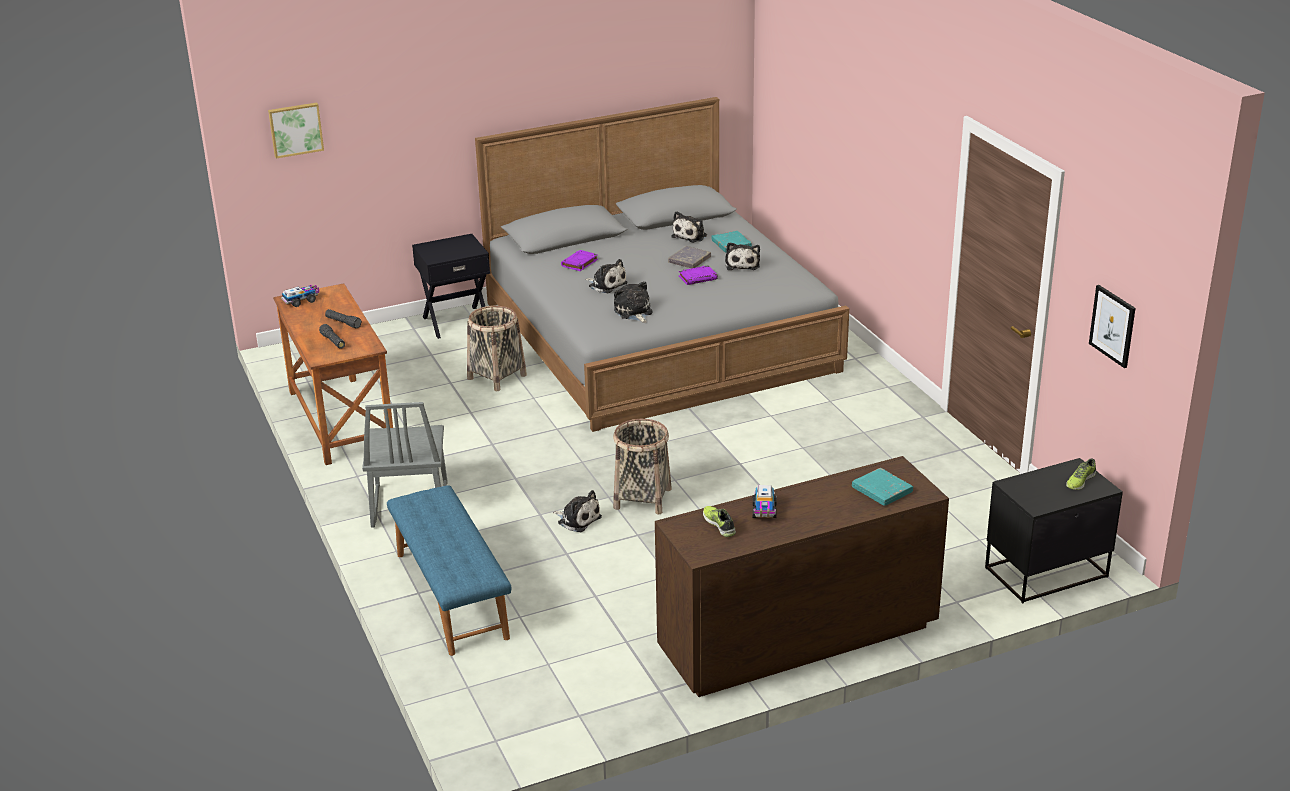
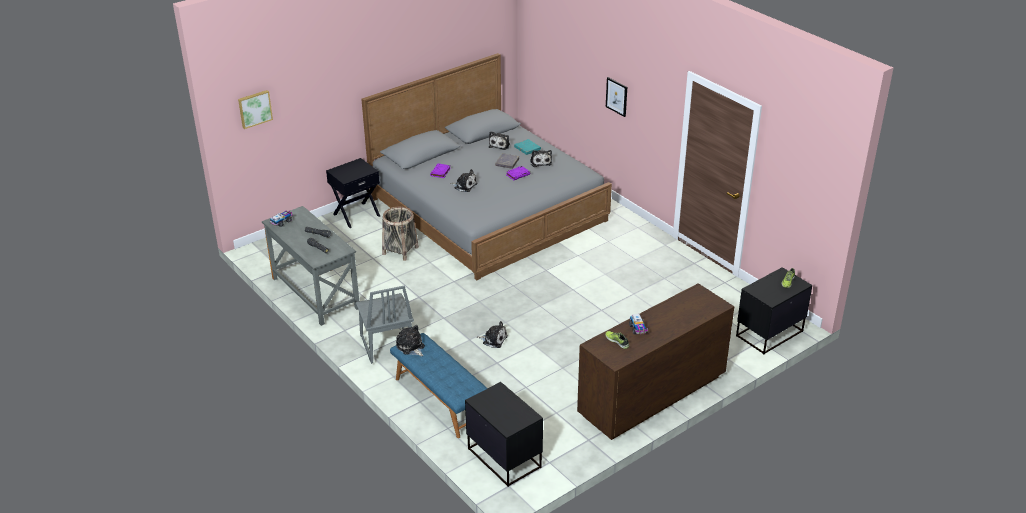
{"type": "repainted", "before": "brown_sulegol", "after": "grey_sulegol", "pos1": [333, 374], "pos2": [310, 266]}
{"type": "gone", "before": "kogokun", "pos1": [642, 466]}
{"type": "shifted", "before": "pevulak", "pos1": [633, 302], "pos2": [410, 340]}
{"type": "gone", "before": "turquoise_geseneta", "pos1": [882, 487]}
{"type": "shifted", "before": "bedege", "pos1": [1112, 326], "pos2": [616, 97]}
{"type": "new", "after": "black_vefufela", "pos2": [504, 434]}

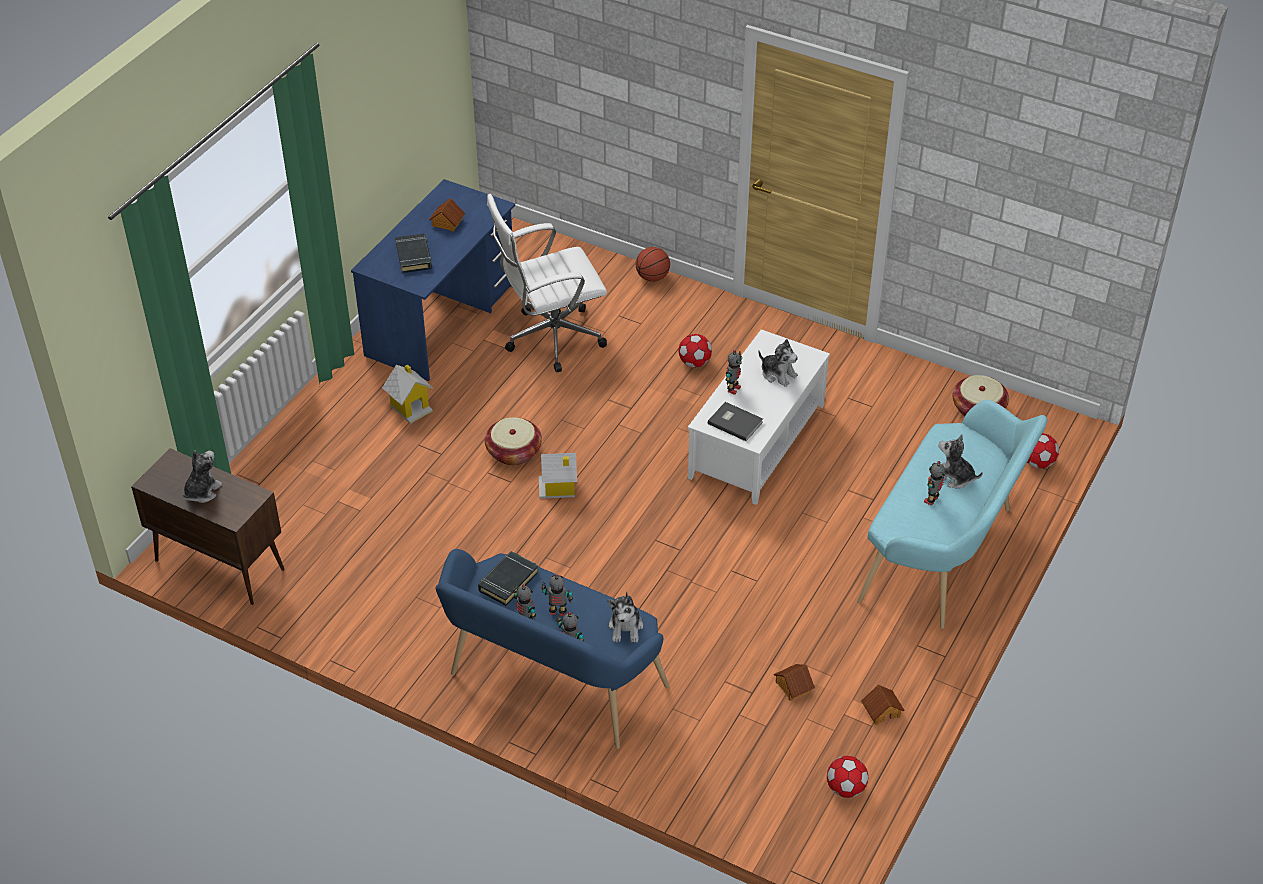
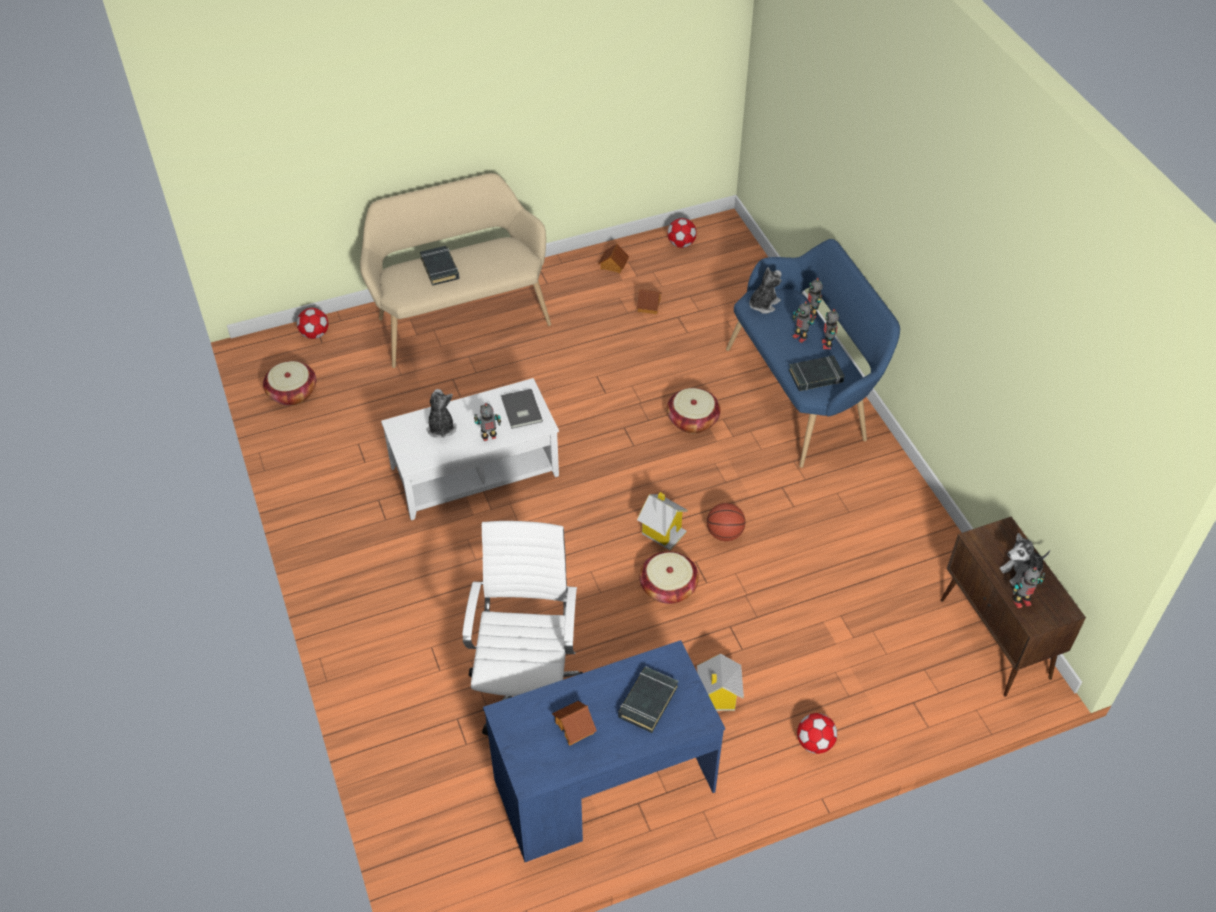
{"type": "rotated", "before": "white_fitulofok", "pos1": [547, 283], "pos2": [522, 628], "turn": -105}
{"type": "shifted", "before": "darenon", "pos1": [653, 264], "pos2": [726, 522]}
{"type": "shifted", "before": "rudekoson", "pos1": [695, 350], "pos2": [817, 733]}
{"type": "repainted", "before": "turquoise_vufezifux", "after": "beige_vufezifux", "pos1": [952, 514], "pos2": [455, 270]}
{"type": "shifted", "before": "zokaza", "pos1": [934, 483], "pos2": [1029, 588]}
{"type": "swapped", "before": "pevulak", "after": "black_geseneta", "pos1": [961, 461], "pos2": [440, 266]}
{"type": "new", "after": "kogokun", "pos2": [693, 410]}

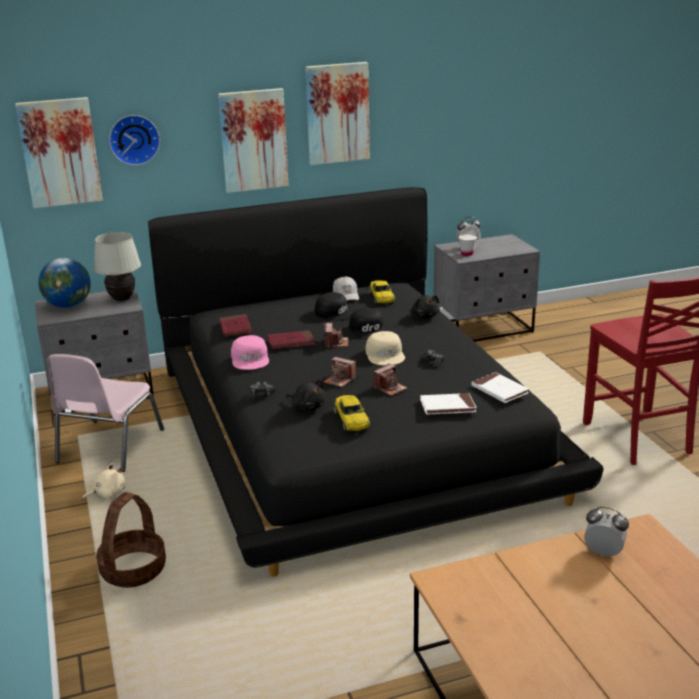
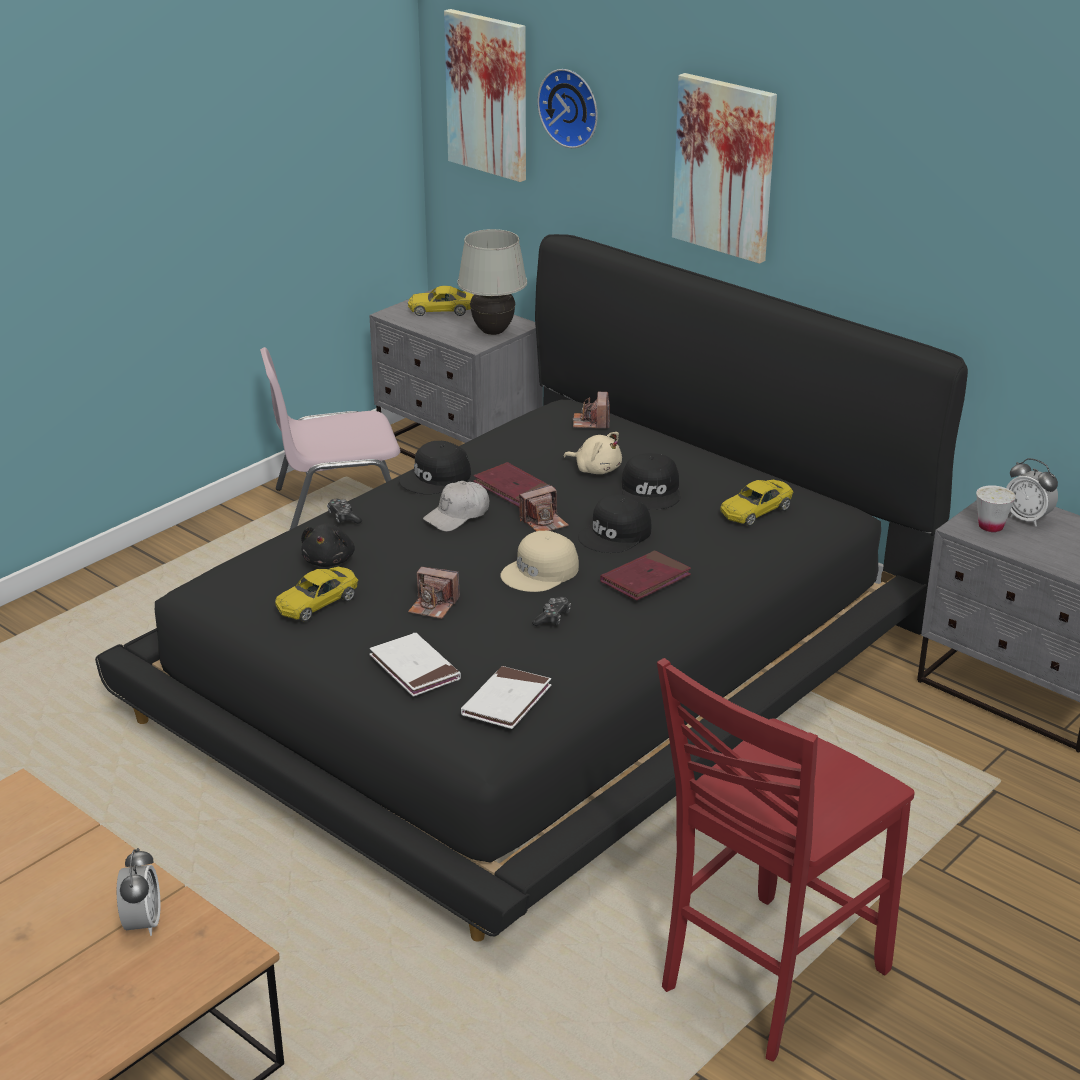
{"type": "swapped", "before": "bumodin", "after": "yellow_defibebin", "pos1": [64, 283], "pos2": [441, 301]}
{"type": "shifted", "before": "beige_pevulak", "pos1": [104, 481], "pos2": [592, 453]}
{"type": "gone", "before": "kogokun", "pos1": [131, 540]}
{"type": "shifted", "before": "red_geseneta", "pos1": [235, 325], "pos2": [645, 575]}
{"type": "repainted", "before": "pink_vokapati", "after": "black_vokapati", "pos1": [250, 352], "pos2": [435, 467]}
{"type": "gone", "before": "bedege", "pos1": [337, 113]}
{"type": "shifted", "before": "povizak", "pos1": [340, 372], "pos2": [591, 410]}
{"type": "shifted", "before": "white_vokapati", "pos1": [346, 288], "pos2": [456, 506]}
{"type": "gone", "before": "black_pevulak", "pos1": [425, 306]}

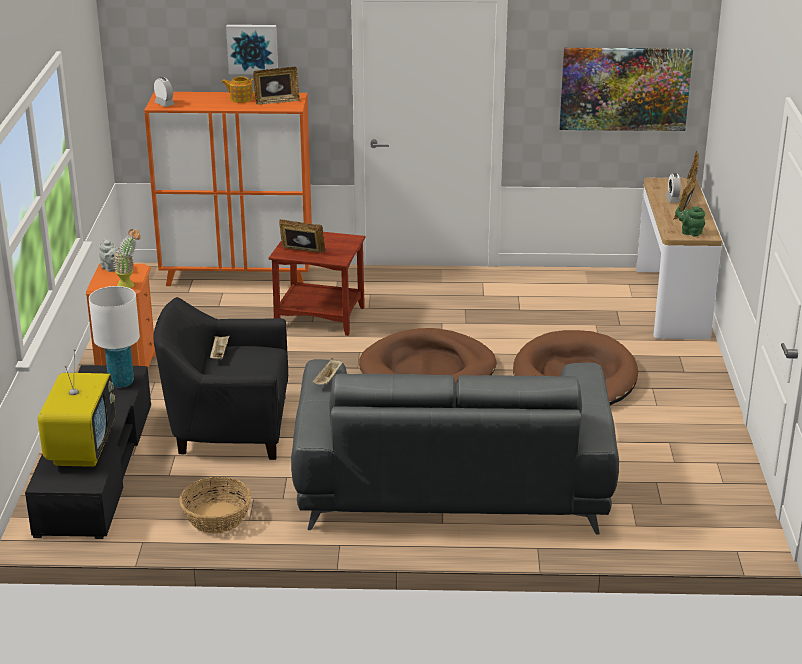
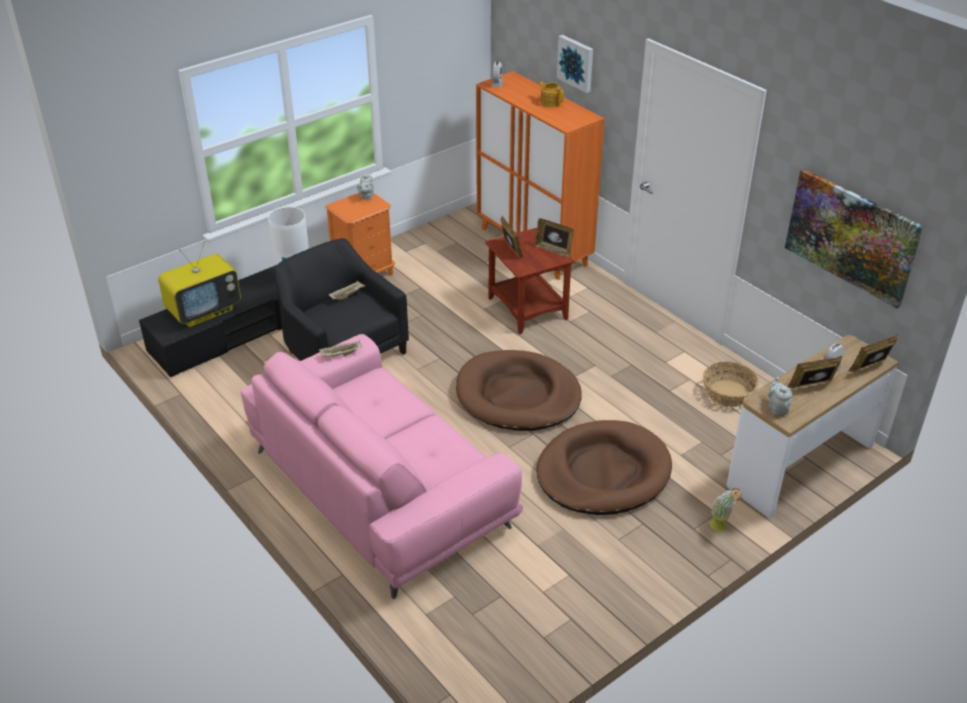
{"type": "shifted", "before": "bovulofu", "pos1": [127, 258], "pos2": [726, 509]}
{"type": "shifted", "before": "kogokun", "pos1": [215, 505], "pos2": [731, 384]}
{"type": "shifted", "before": "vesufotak", "pos1": [276, 86], "pos2": [554, 238]}
{"type": "repainted", "before": "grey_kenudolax", "after": "pink_kenudolax", "pos1": [455, 446], "pos2": [382, 466]}
{"type": "repainted", "before": "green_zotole", "after": "grey_zotole", "pos1": [690, 221], "pos2": [780, 396]}

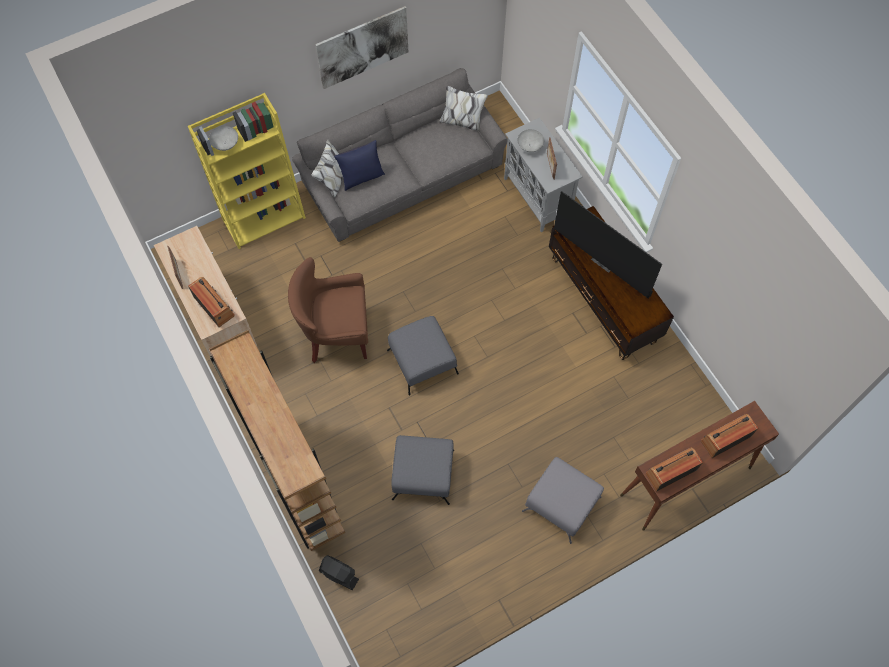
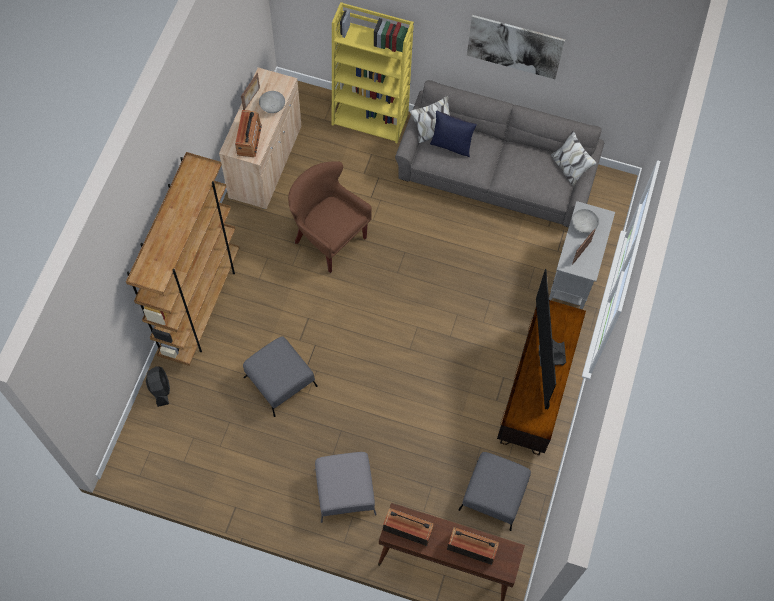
{"type": "shifted", "before": "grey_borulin", "pos1": [223, 138], "pos2": [272, 102]}
{"type": "shifted", "before": "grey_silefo", "pos1": [423, 356], "pos2": [494, 491]}

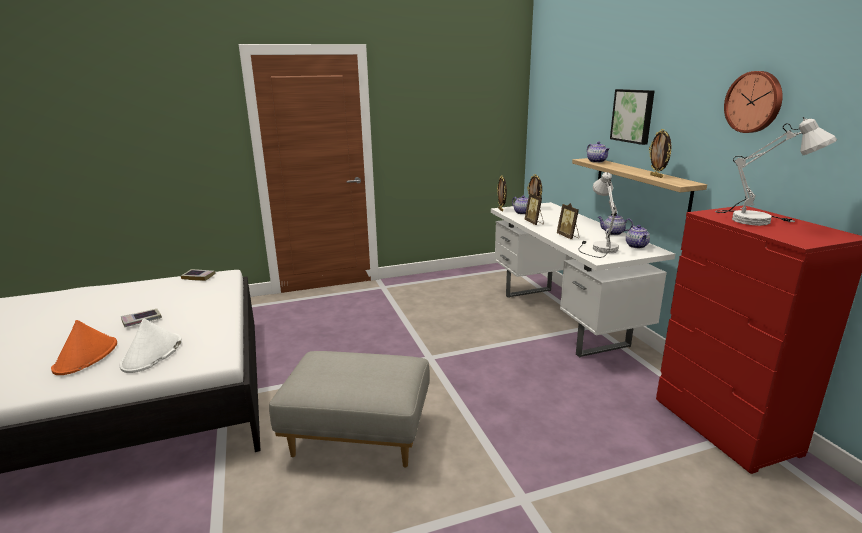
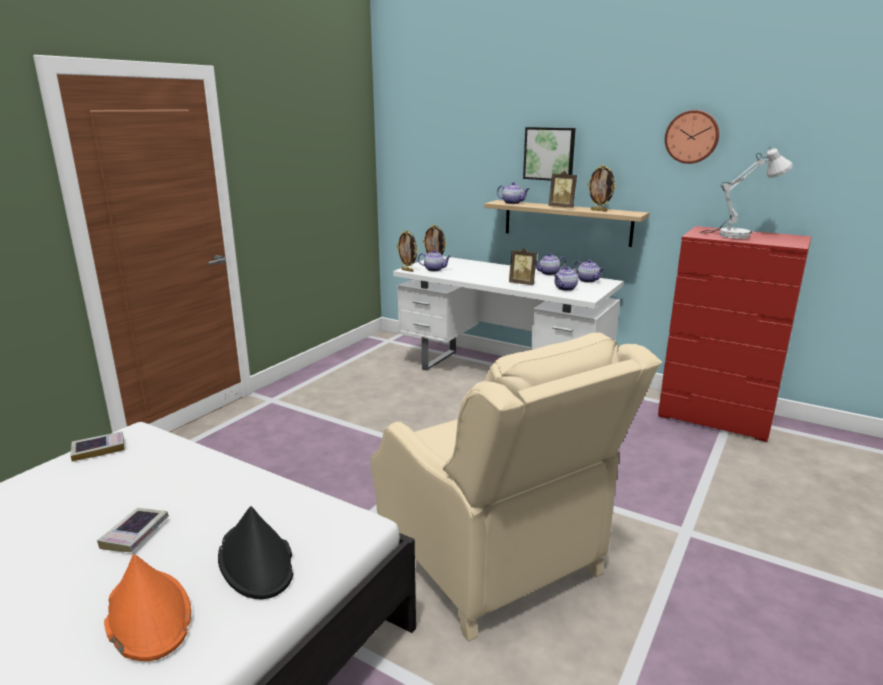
{"type": "repainted", "before": "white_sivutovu", "after": "black_sivutovu", "pos1": [150, 345], "pos2": [255, 552]}
{"type": "swapped", "before": "grey_silefo", "after": "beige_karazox", "pos1": [349, 409], "pos2": [516, 487]}
{"type": "shifted", "before": "vesufotak", "pos1": [534, 208], "pos2": [562, 189]}
{"type": "swapped", "before": "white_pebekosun", "after": "zotole", "pos1": [598, 215], "pos2": [566, 279]}

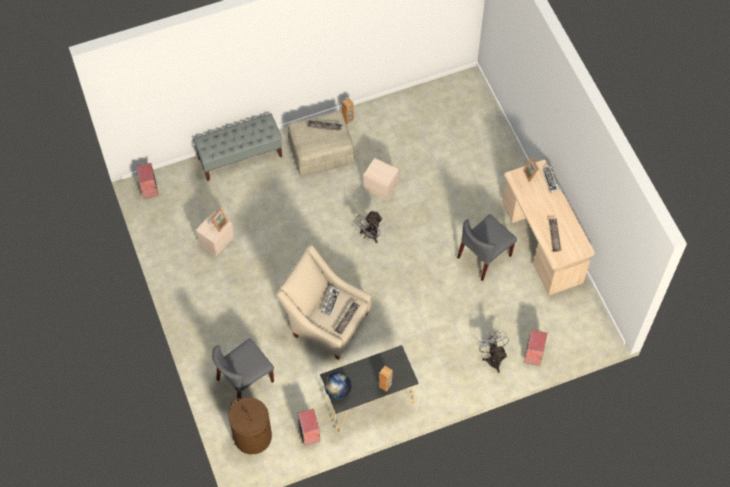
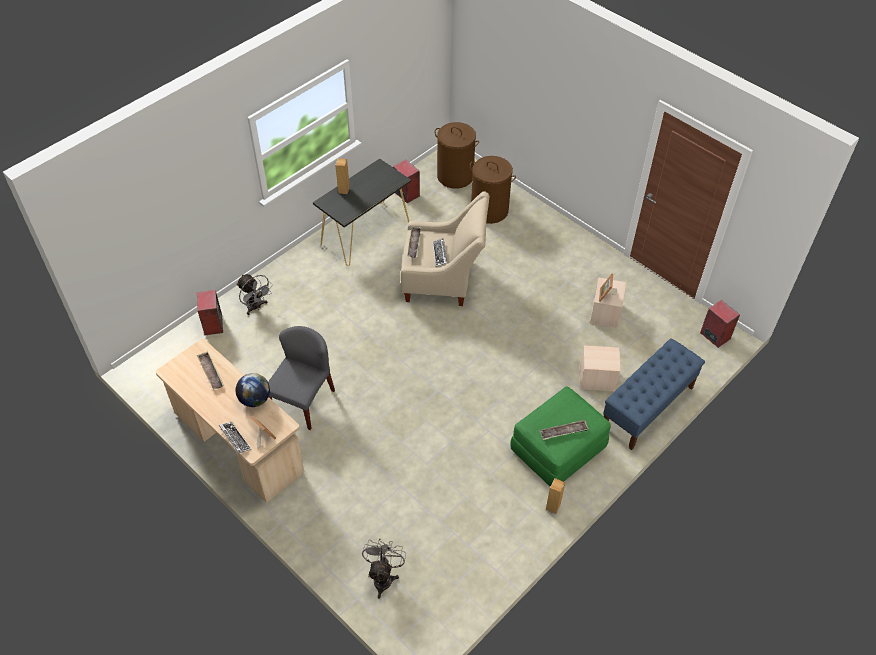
{"type": "repainted", "before": "grey_vufezifux", "after": "blue_vufezifux", "pos1": [237, 147], "pos2": [654, 394]}
{"type": "swapped", "before": "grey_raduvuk", "after": "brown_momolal", "pos1": [243, 369], "pos2": [493, 190]}
{"type": "repainted", "before": "beige_silefo", "after": "green_silefo", "pos1": [321, 144], "pos2": [560, 437]}
{"type": "shifted", "before": "bumodin", "pos1": [337, 386], "pos2": [252, 390]}
{"type": "shifted", "before": "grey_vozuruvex", "pos1": [367, 227], "pos2": [384, 568]}
{"type": "shifted", "before": "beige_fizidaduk", "pos1": [381, 179], "pos2": [600, 368]}

